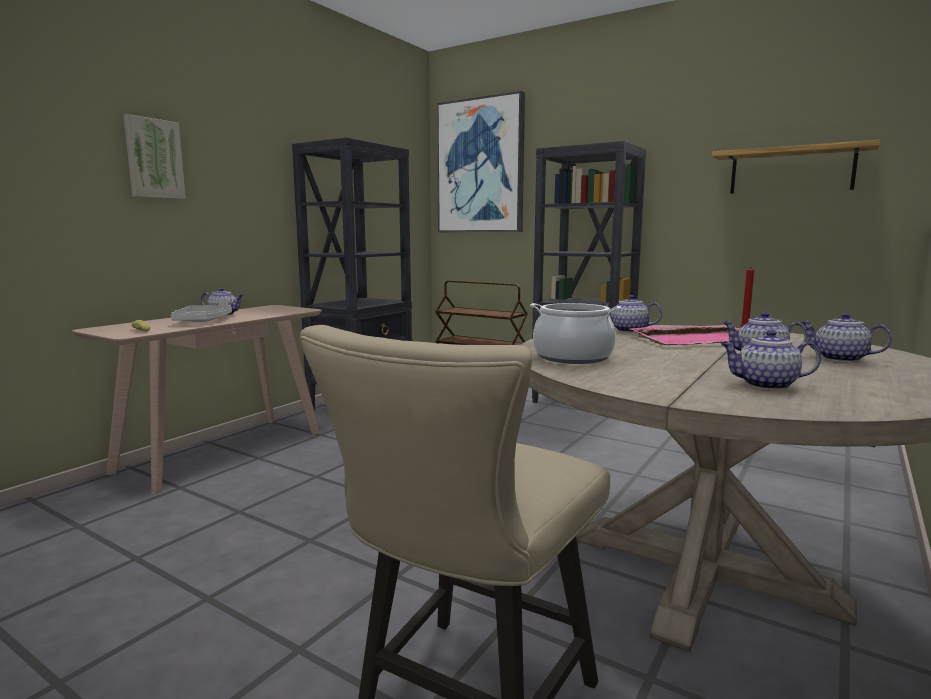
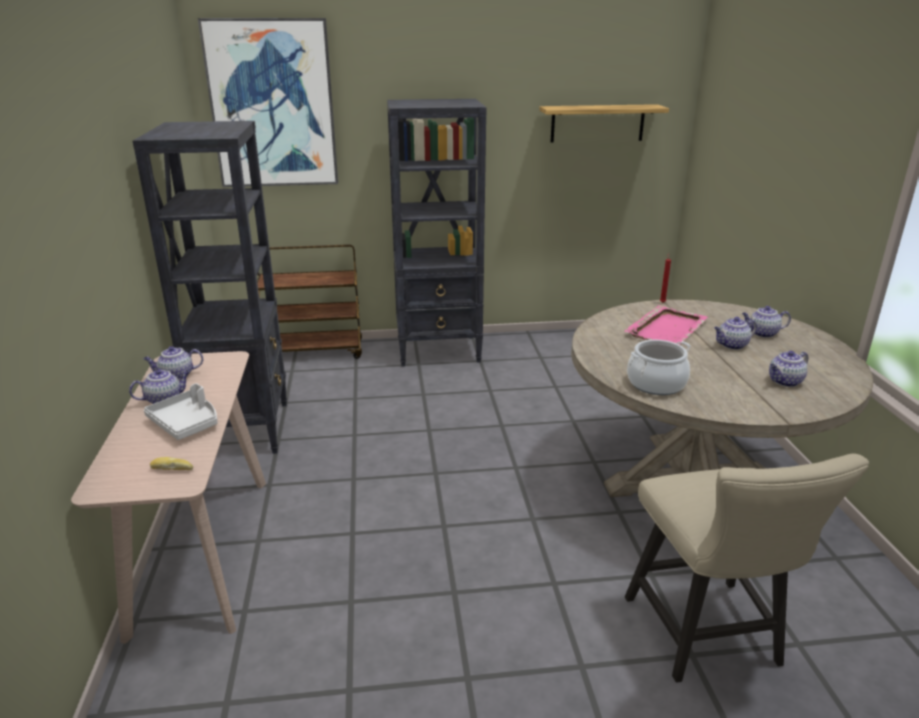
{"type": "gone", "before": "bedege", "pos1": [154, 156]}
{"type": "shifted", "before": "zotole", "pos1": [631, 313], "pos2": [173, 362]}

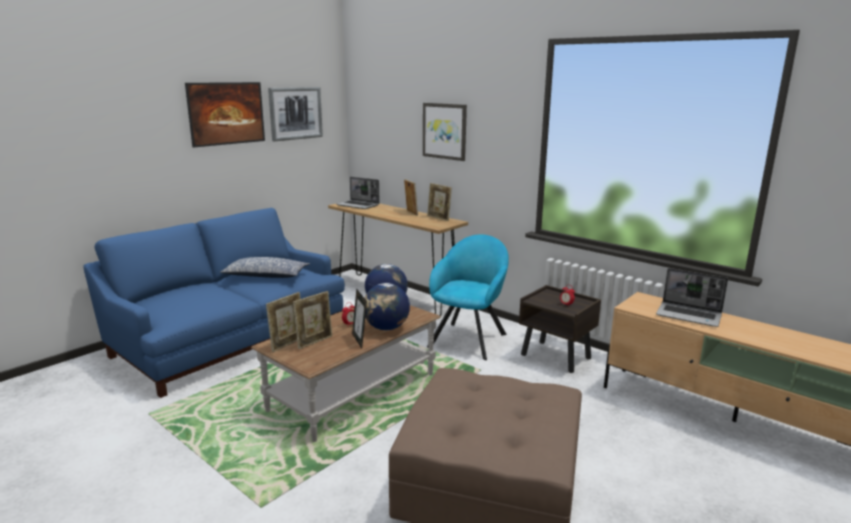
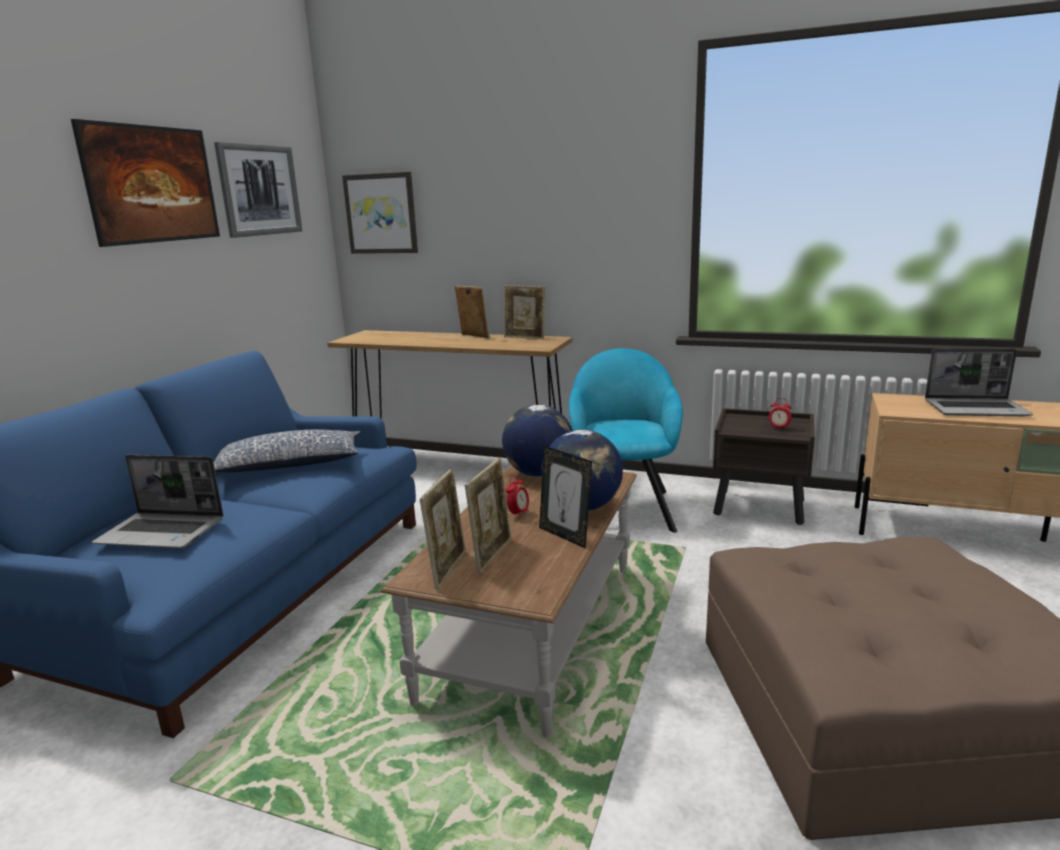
{"type": "shifted", "before": "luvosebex", "pos1": [358, 193], "pos2": [158, 501]}
{"type": "shifted", "before": "bedege", "pos1": [445, 132], "pos2": [380, 213]}

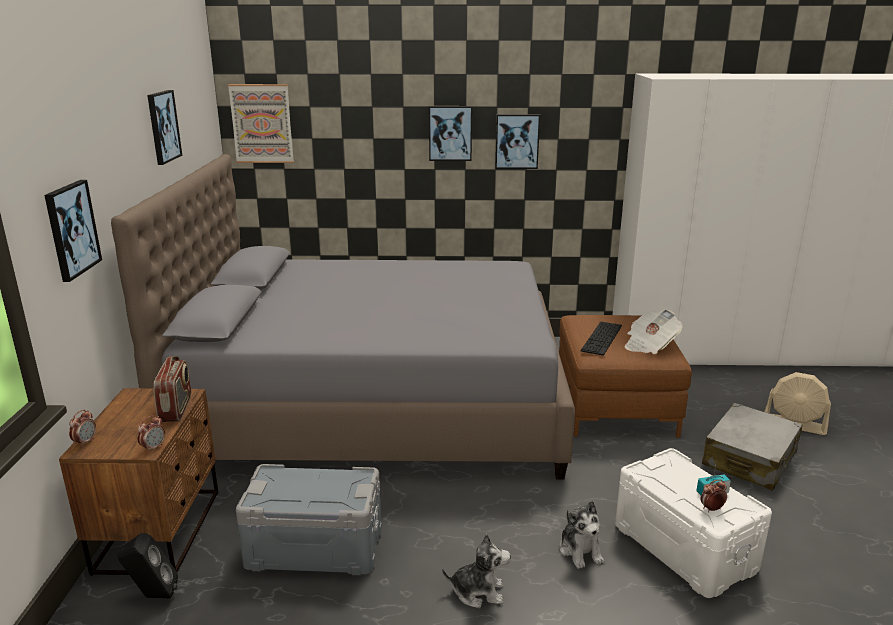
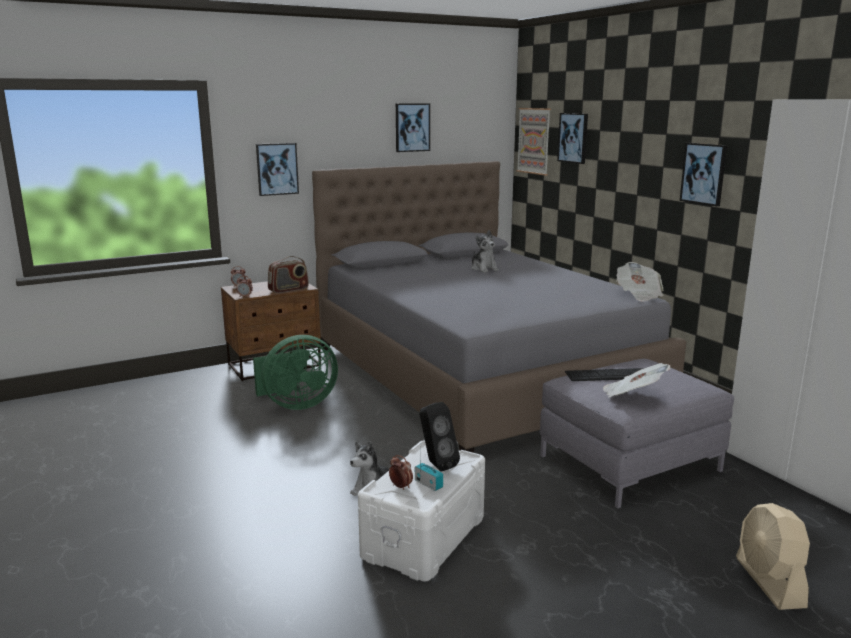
{"type": "shifted", "before": "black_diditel", "pos1": [147, 566], "pos2": [439, 437]}
{"type": "swapped", "before": "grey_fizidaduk", "after": "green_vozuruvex", "pos1": [309, 520], "pos2": [295, 372]}
{"type": "shifted", "before": "bedege", "pos1": [450, 133], "pos2": [572, 138]}
{"type": "shifted", "before": "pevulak", "pos1": [476, 570], "pos2": [485, 251]}
{"type": "repainted", "before": "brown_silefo", "after": "grey_silefo", "pos1": [625, 376], "pos2": [637, 433]}
{"type": "gone", "before": "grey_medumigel", "pos1": [752, 447]}
{"type": "new", "after": "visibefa", "pos2": [640, 282]}

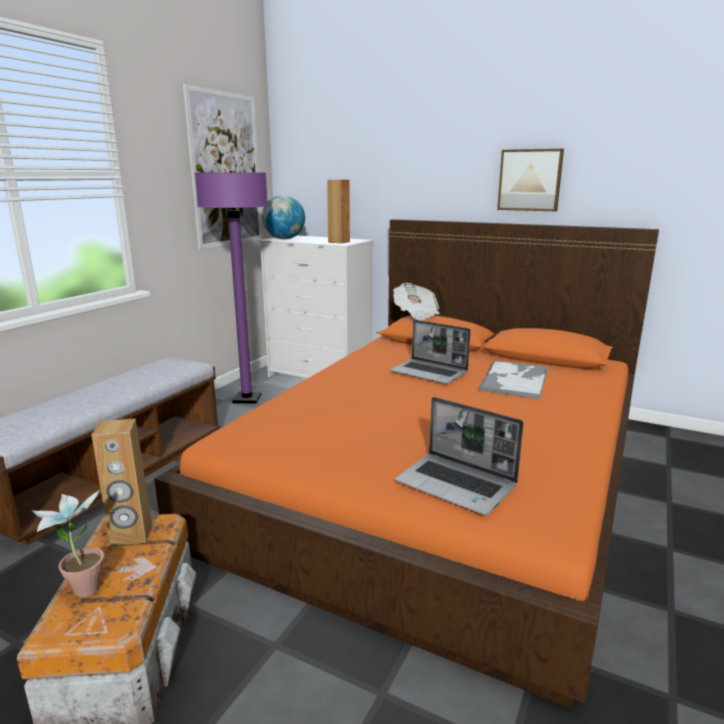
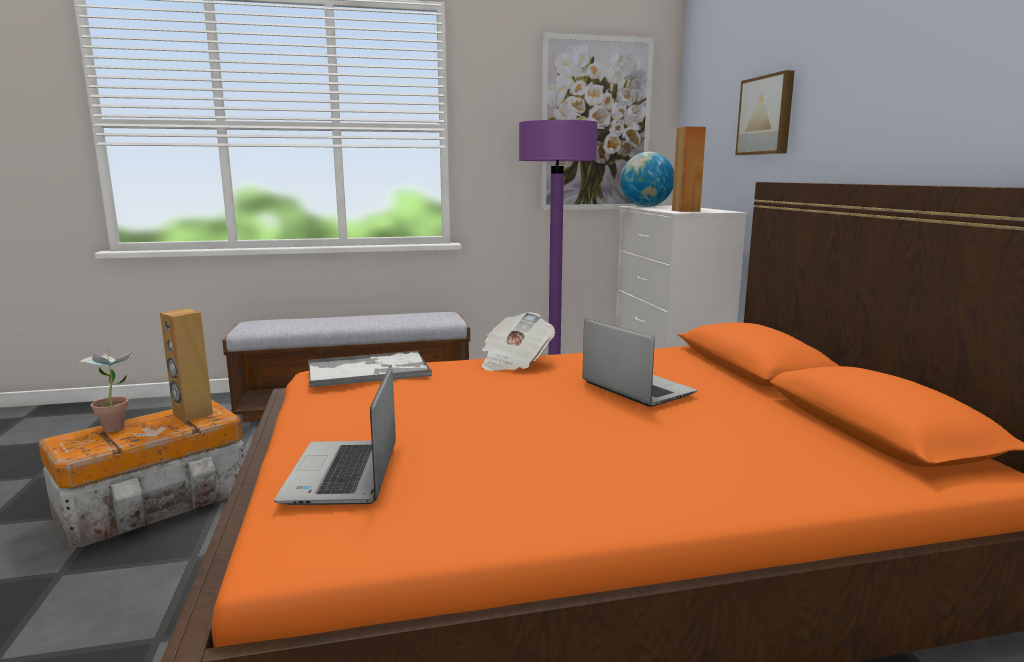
{"type": "rotated", "before": "luvosebex", "pos1": [430, 352], "pos2": [639, 362], "turn": 150}
{"type": "shifted", "before": "visibefa", "pos1": [416, 301], "pos2": [518, 341]}
{"type": "shifted", "before": "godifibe", "pos1": [513, 380], "pos2": [370, 368]}
{"type": "shifted", "before": "bedege", "pos1": [530, 180], "pos2": [765, 112]}

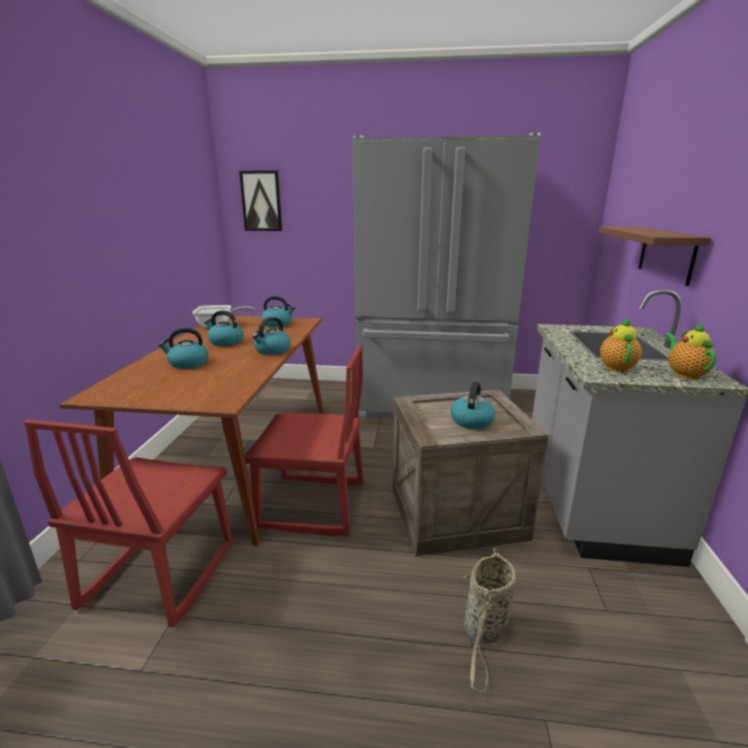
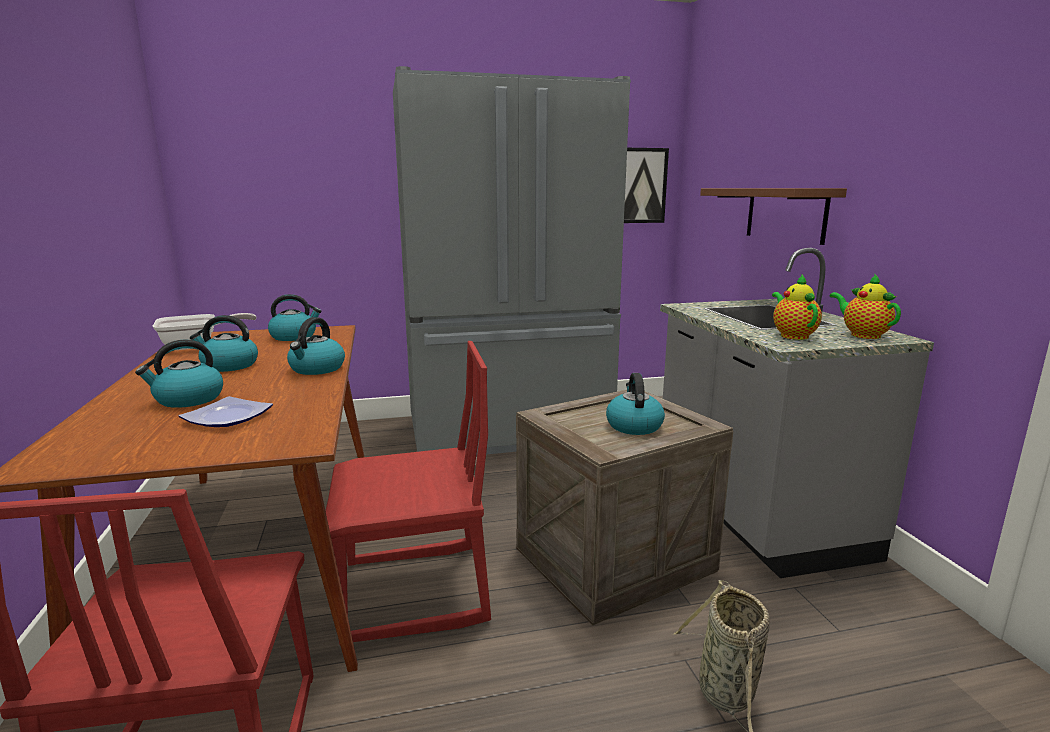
{"type": "shifted", "before": "bedege", "pos1": [260, 200], "pos2": [646, 185]}
{"type": "new", "after": "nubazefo", "pos2": [226, 411]}

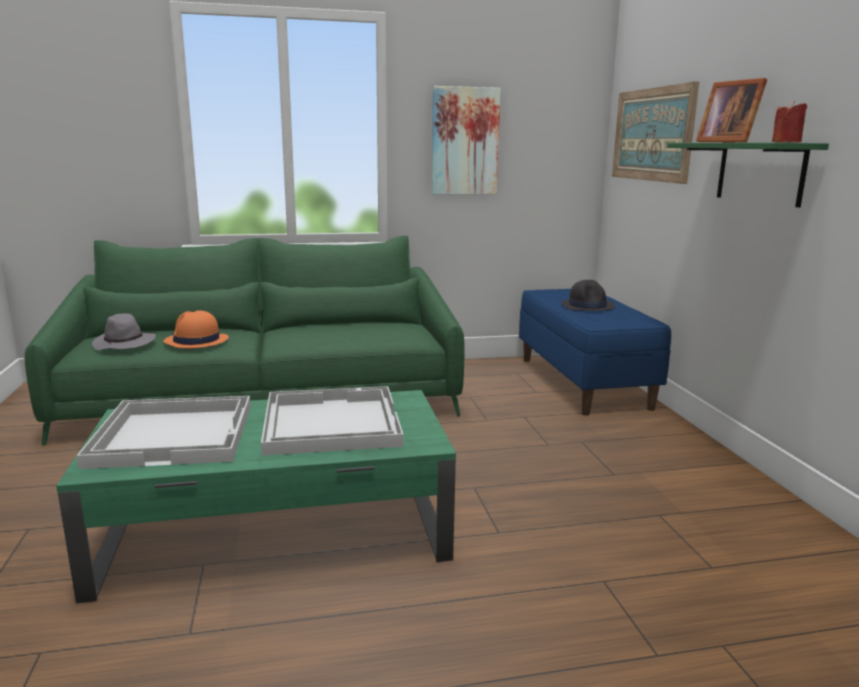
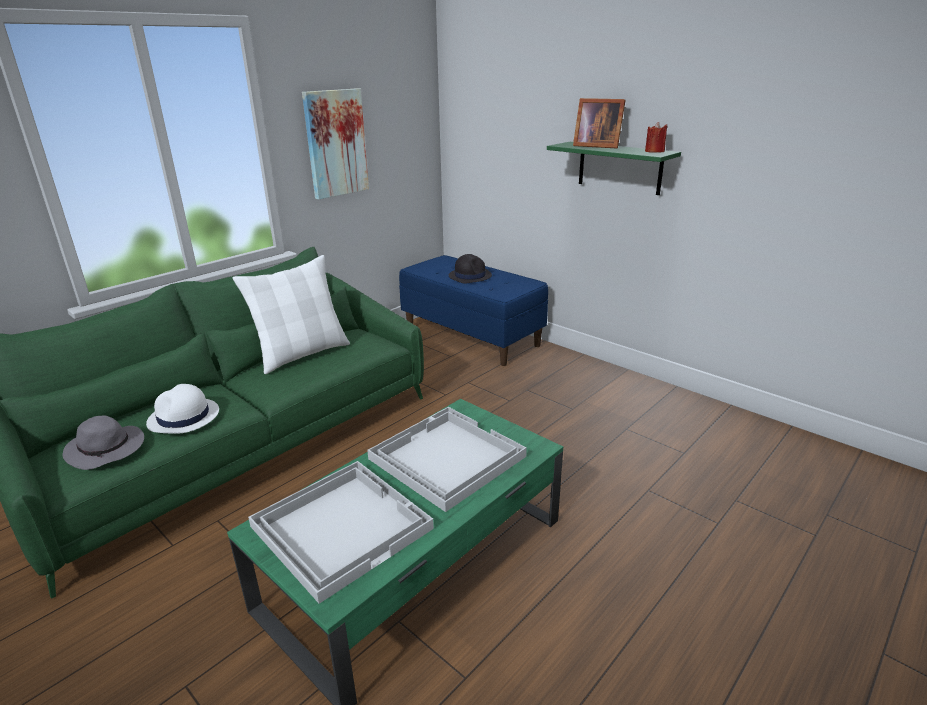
{"type": "repainted", "before": "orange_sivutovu", "after": "white_sivutovu", "pos1": [196, 329], "pos2": [182, 409]}
{"type": "gone", "before": "bedege", "pos1": [655, 132]}
{"type": "new", "after": "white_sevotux", "pos2": [291, 314]}

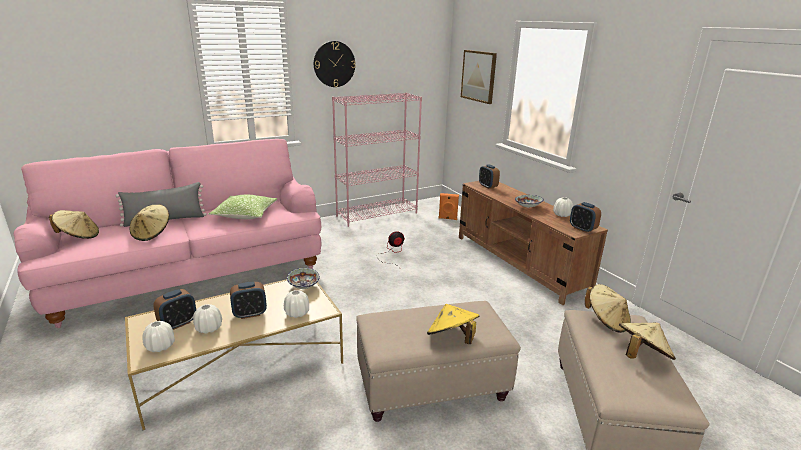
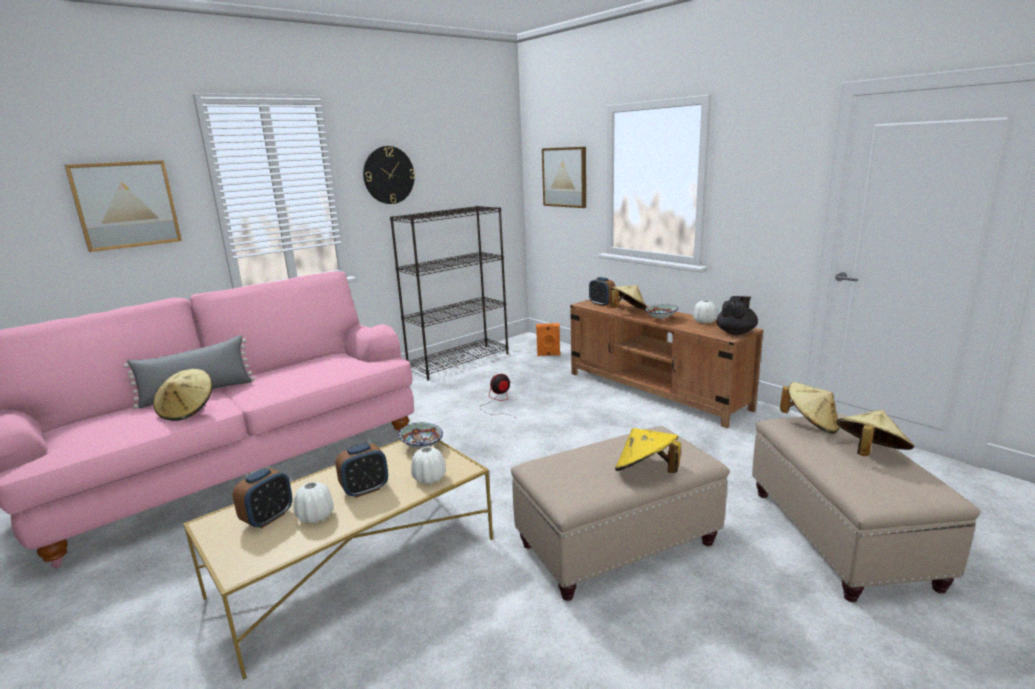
{"type": "shifted", "before": "beige_sivutovu", "pos1": [74, 224], "pos2": [629, 297]}
{"type": "gone", "before": "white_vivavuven", "pos1": [159, 336]}
{"type": "gone", "before": "sevotux", "pos1": [243, 207]}
{"type": "repainted", "before": "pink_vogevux", "after": "black_vogevux", "pos1": [377, 160], "pos2": [449, 293]}
{"type": "swapped", "before": "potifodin", "after": "black_zotole", "pos1": [585, 217], "pos2": [737, 315]}
{"type": "new", "after": "bedege", "pos2": [123, 206]}

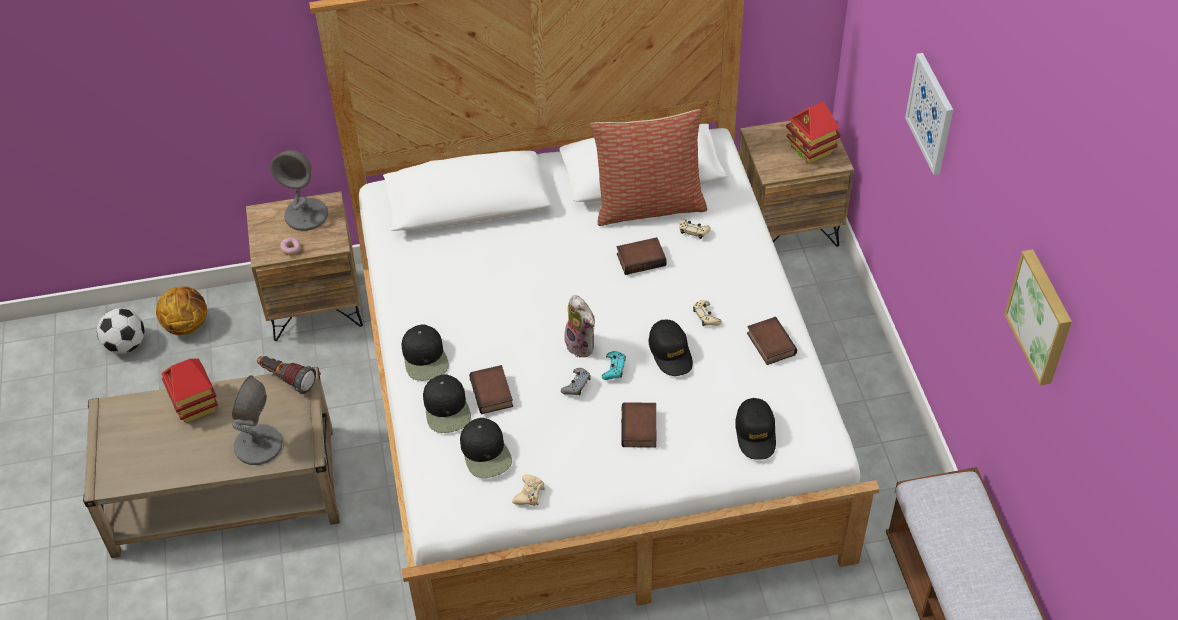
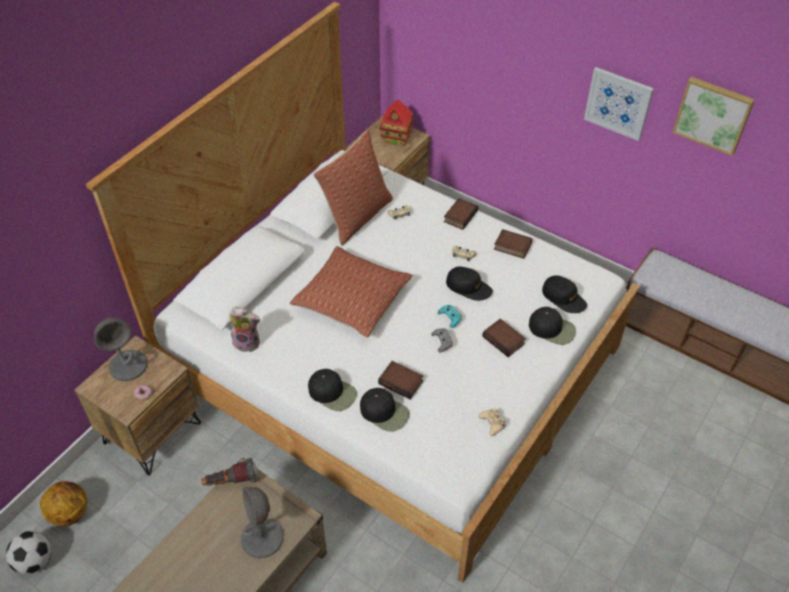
{"type": "gone", "before": "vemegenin", "pos1": [189, 391]}
{"type": "shifted", "before": "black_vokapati", "pos1": [486, 448], "pos2": [552, 326]}
{"type": "shifted", "before": "pevulak", "pos1": [579, 326], "pos2": [244, 329]}
{"type": "shifted", "before": "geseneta", "pos1": [642, 256], "pos2": [461, 214]}
{"type": "shifted", "before": "bedege", "pos1": [929, 114], "pos2": [619, 104]}
{"type": "new", "after": "sevotux", "pos2": [351, 292]}

